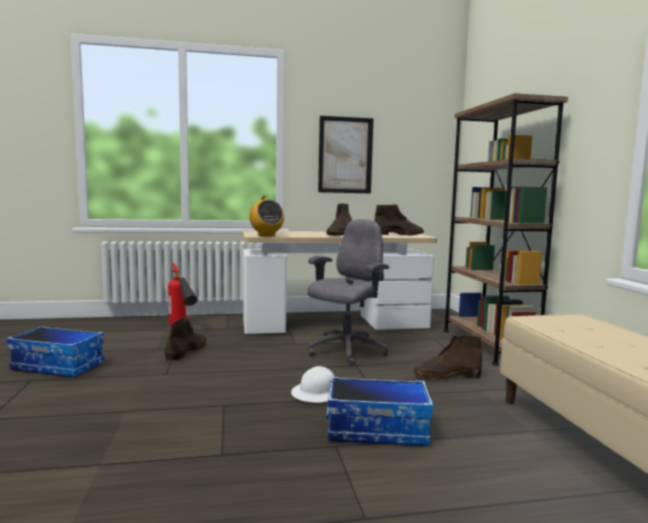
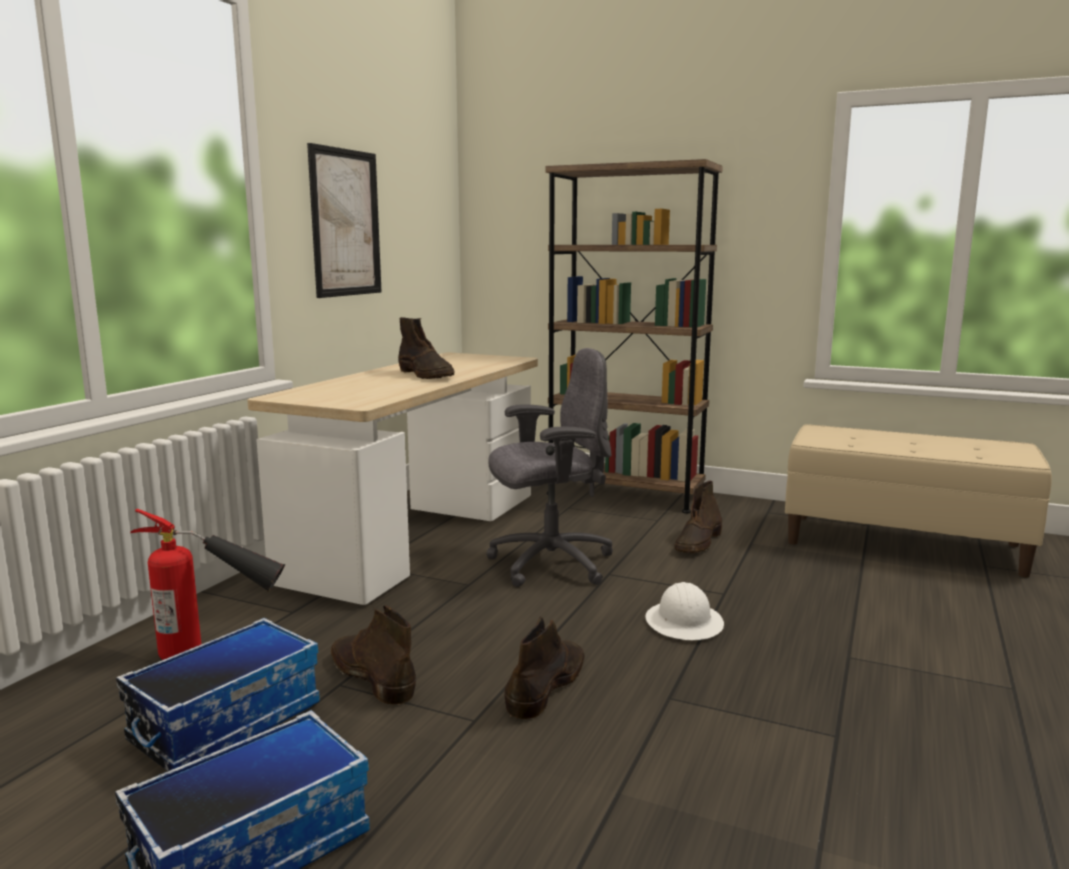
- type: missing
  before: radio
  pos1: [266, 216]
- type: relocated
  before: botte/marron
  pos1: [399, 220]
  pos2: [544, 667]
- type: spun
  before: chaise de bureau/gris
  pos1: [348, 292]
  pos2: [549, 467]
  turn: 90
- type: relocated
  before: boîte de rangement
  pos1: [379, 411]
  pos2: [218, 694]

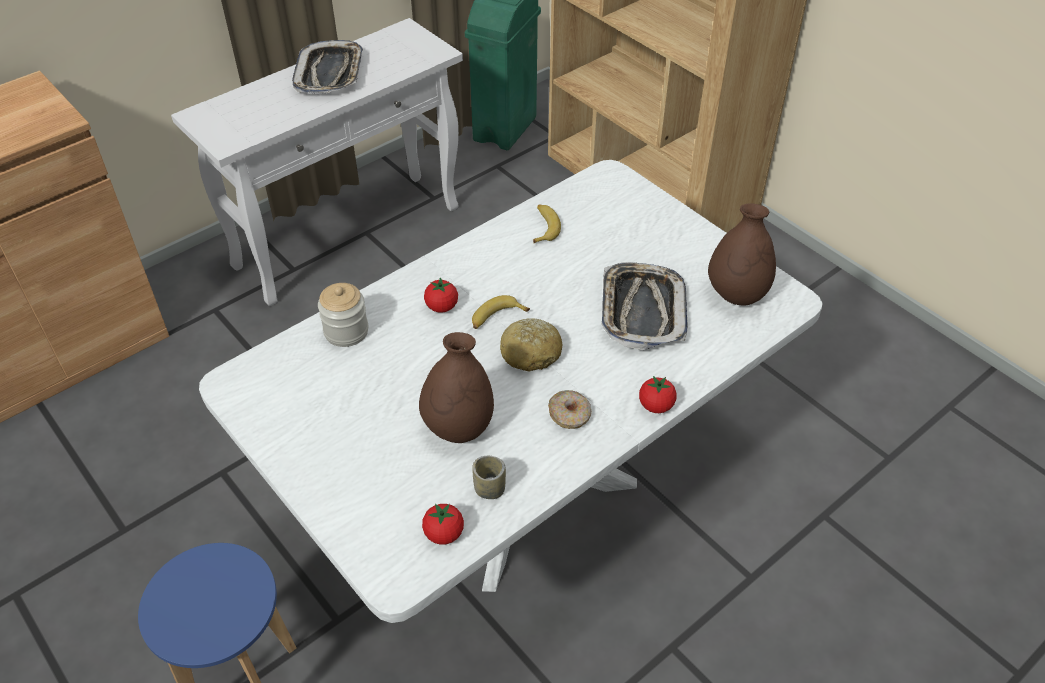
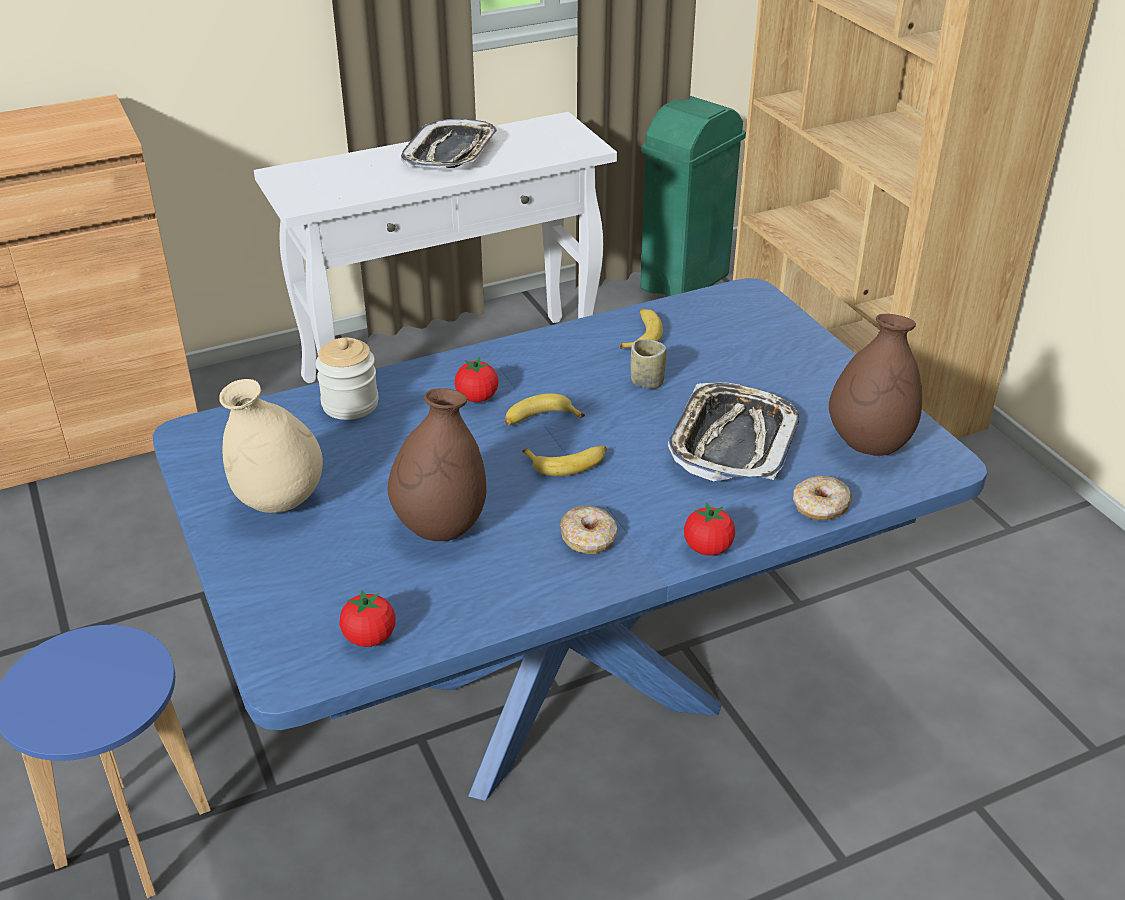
- type: colour
  before: table à manger/blanc
  after: table à manger/bleu
  pos1: [511, 391]
  pos2: [569, 539]
- type: exchanged
  before: pain
  after: banane
  pos1: [531, 345]
  pos2: [564, 460]
- type: relocated
  before: tasse
  pos1: [489, 477]
  pos2: [649, 364]
- type: appeared
  after: vase/beige
  pos2: [271, 446]
- type: appeared
  after: beignet
  pos2: [822, 498]

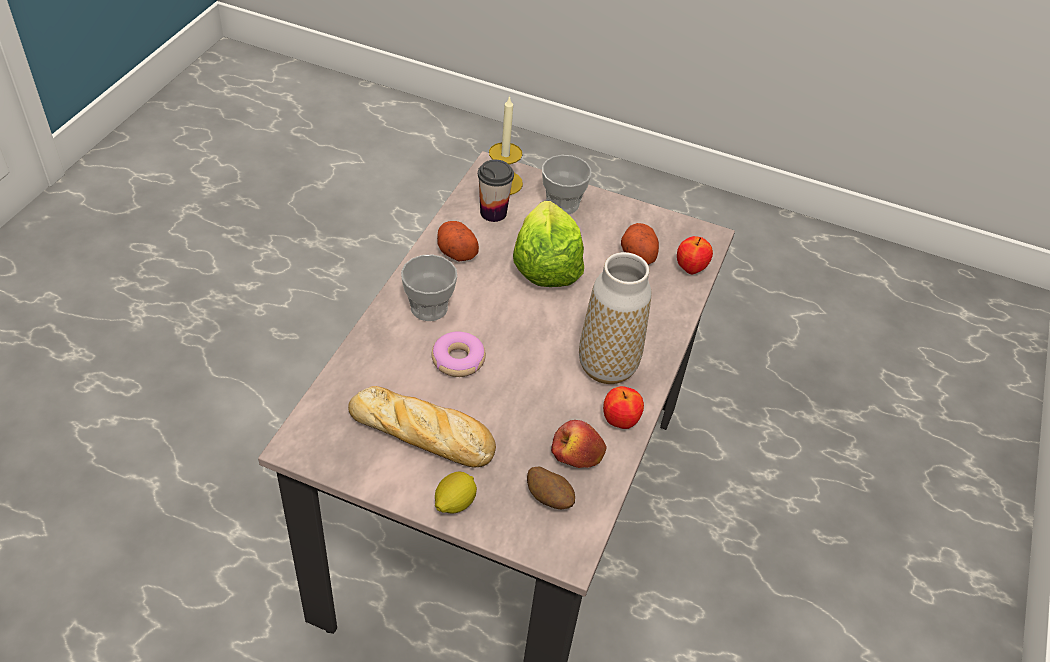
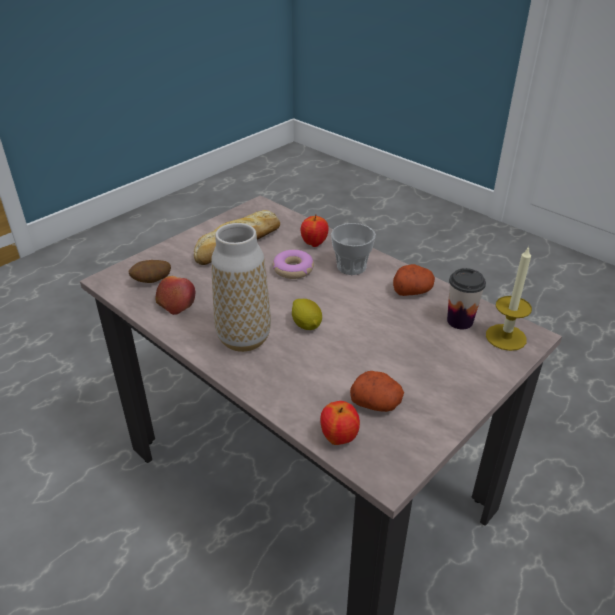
- type: missing
  before: tasse
  pos1: [567, 184]
- type: missing
  before: laitue
  pos1: [548, 244]
- type: relocated
  before: pomme
  pos1: [623, 407]
  pos2: [315, 230]
- type: relocated
  before: citron
  pos1: [456, 492]
  pos2: [307, 314]

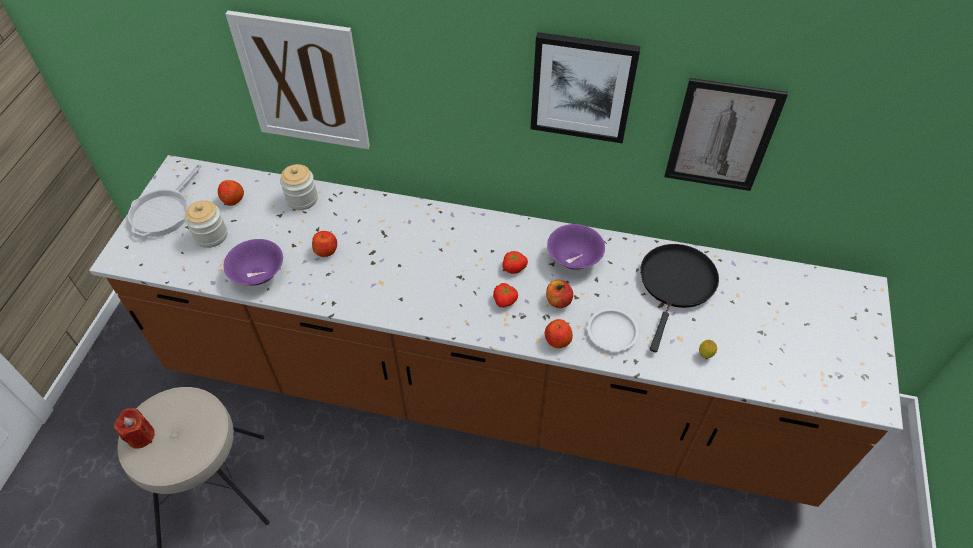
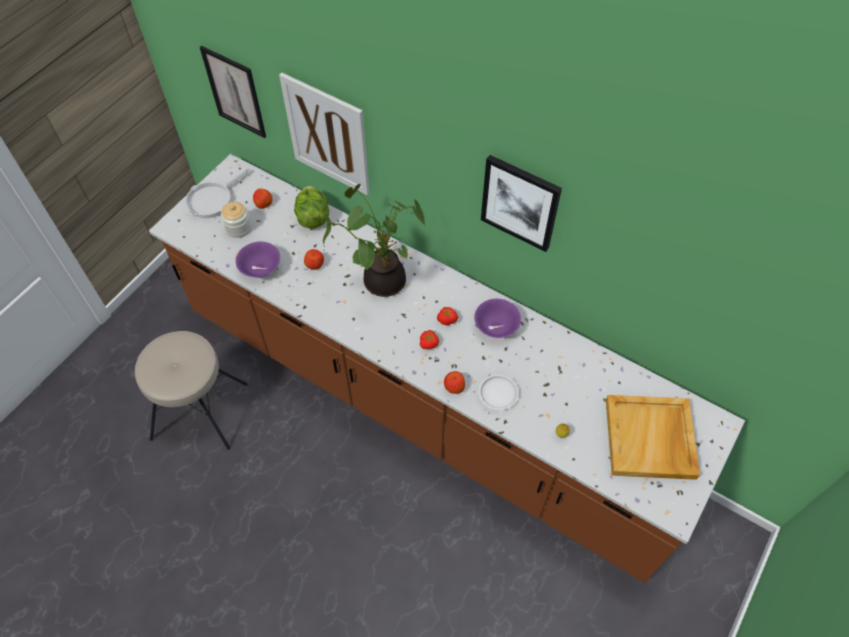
- type: relocated
  before: tableau
  pos1: [726, 134]
  pos2: [233, 92]
- type: exchanged
  before: bocal
  after: laitue
  pos1: [299, 187]
  pos2: [311, 207]
- type: missing
  before: poêle/noir
  pos1: [679, 298]
- type: missing
  before: pomme
  pos1: [559, 294]
- type: missing
  before: bougie/rouge
  pos1: [134, 428]
- type: appeared
  after: plante en pot
  pos2: [374, 240]
- type: appeared
  after: plateau/beige
  pos2: [653, 437]

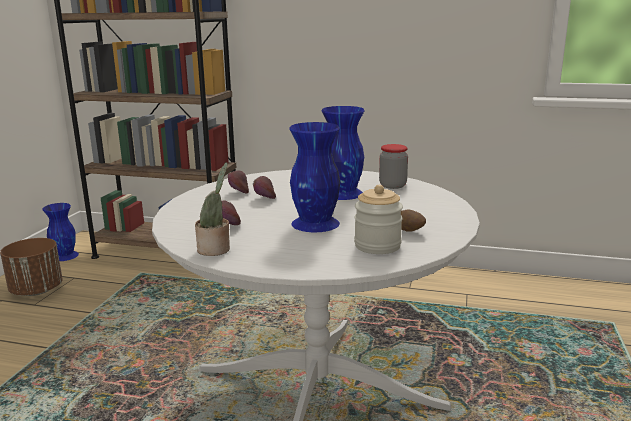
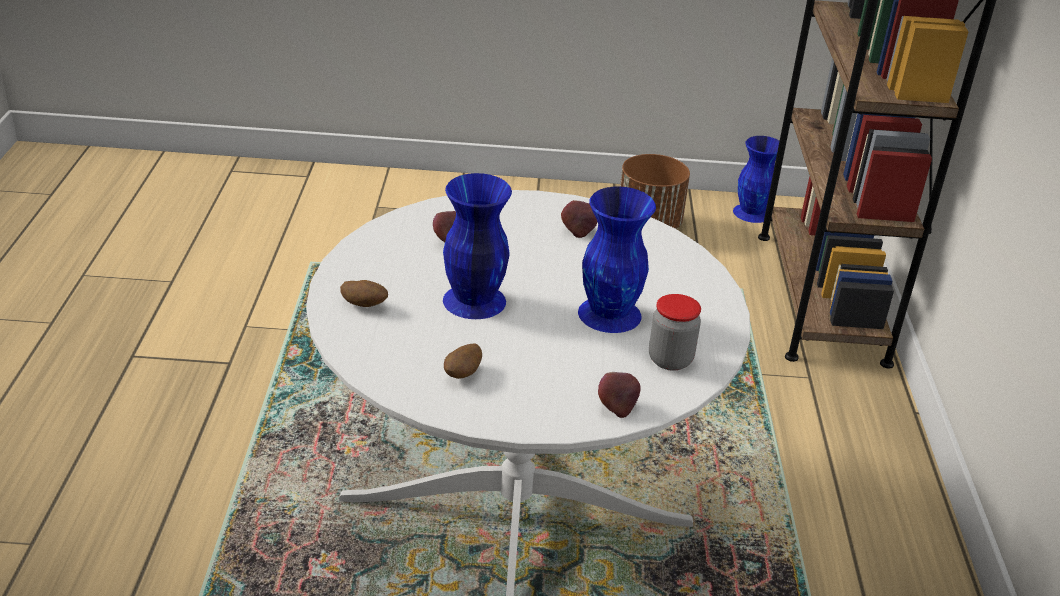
- type: missing
  before: plante en pot
  pos1: [212, 209]
- type: relocated
  before: pomme
  pos1: [264, 187]
  pos2: [619, 395]
- type: missing
  before: bocal
  pos1: [378, 219]
- type: appeared
  after: pomme de terre
  pos2: [364, 293]

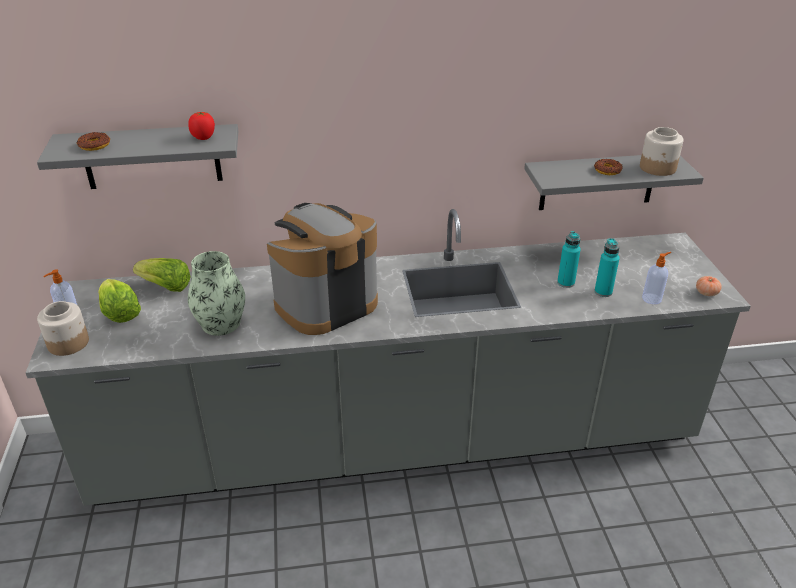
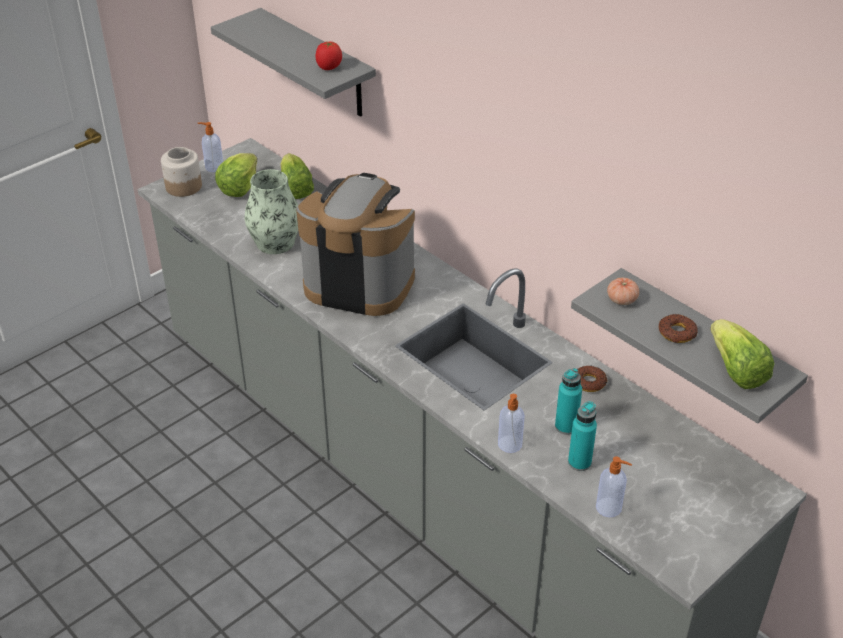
- type: exchanged
  before: bocal
  after: laitue
  pos1: [661, 151]
  pos2: [742, 354]
- type: relocated
  before: beignet
  pos1: [93, 141]
  pos2: [592, 379]
- type: relocated
  before: tomate
  pos1: [709, 286]
  pos2: [623, 291]
- type: appeared
  after: distributeur de savon
  pos2: [511, 423]

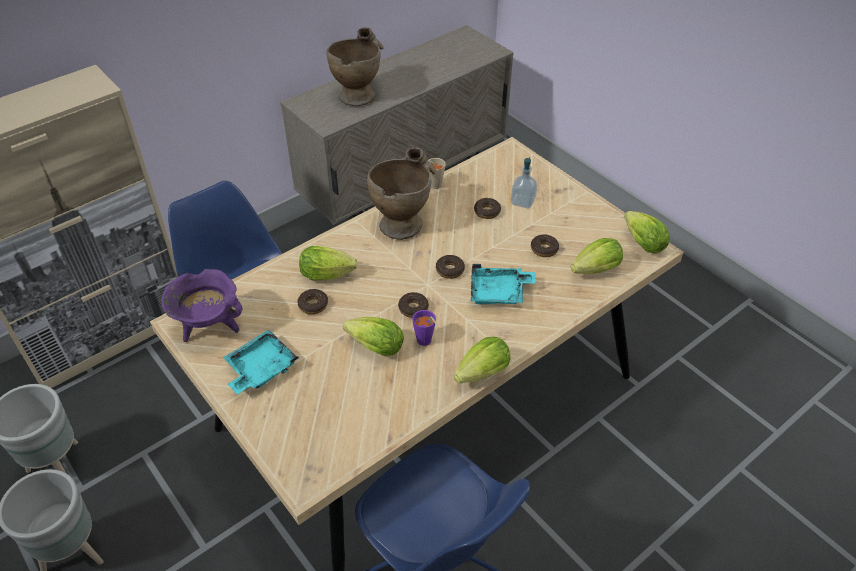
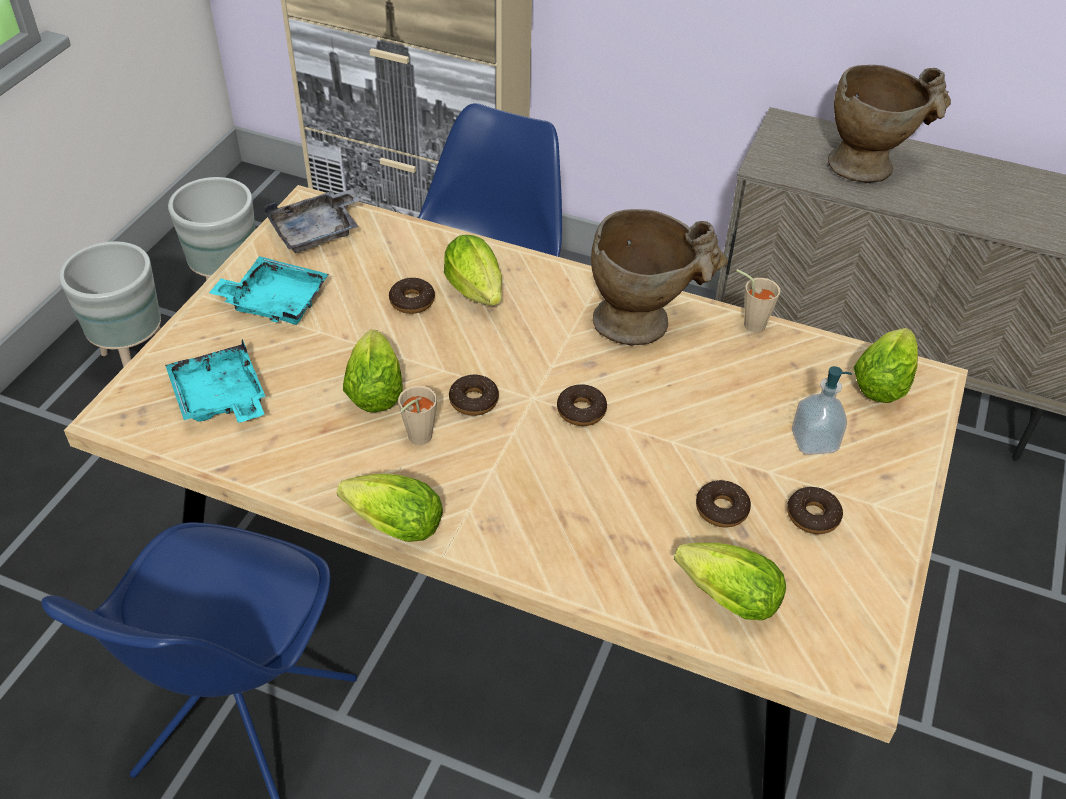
- type: relocated
  before: beignet
  pos1: [487, 208]
  pos2: [815, 510]
- type: relocated
  before: laitue
  pos1: [647, 232]
  pos2: [886, 365]
- type: relocated
  before: plateau/turquoise
  pos1: [503, 284]
  pos2: [215, 381]
- type: exchanged
  before: marmite/violet
  after: plateau/gris
  pos1: [202, 305]
  pos2: [312, 221]
- type: colour
  before: tasse/violet
  after: tasse/beige
  pos1: [424, 328]
  pos2: [417, 415]

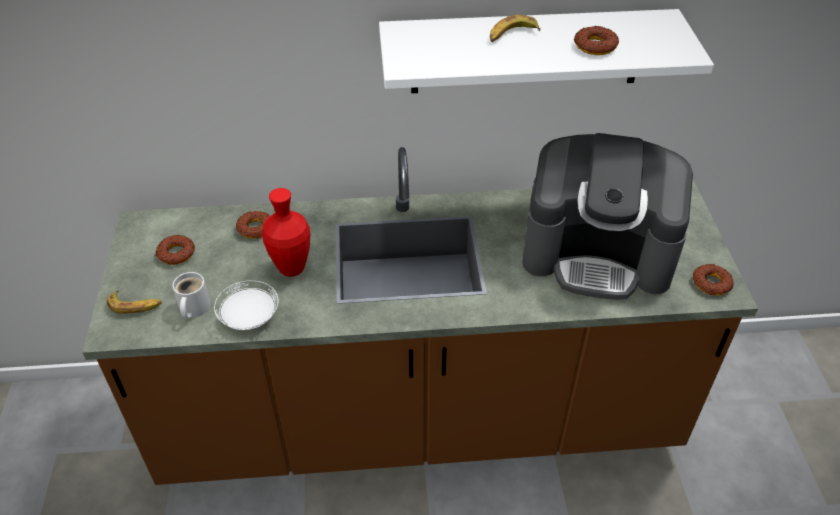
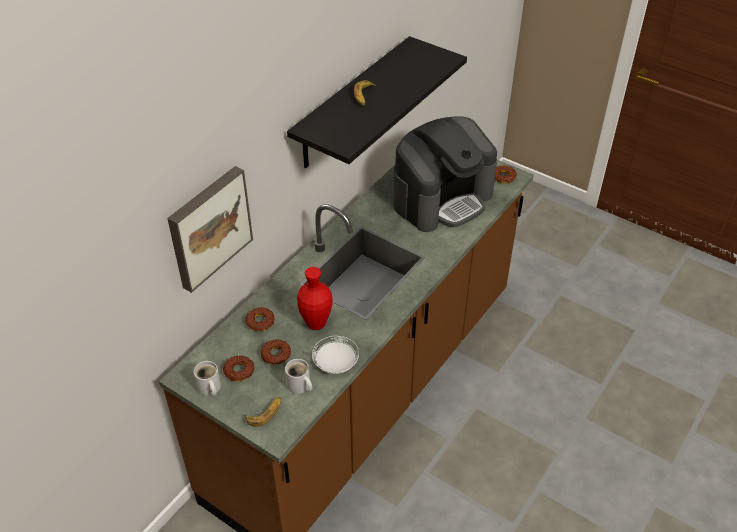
- type: colour
  before: étagère/blanc
  after: étagère/noir
  pos1: [546, 51]
  pos2: [377, 102]
- type: relocated
  before: beignet
  pos1: [596, 40]
  pos2: [275, 352]
- type: appeared
  after: tableau
  pos2: [210, 229]
- type: appeared
  after: mug/blanc
  pos2: [207, 378]

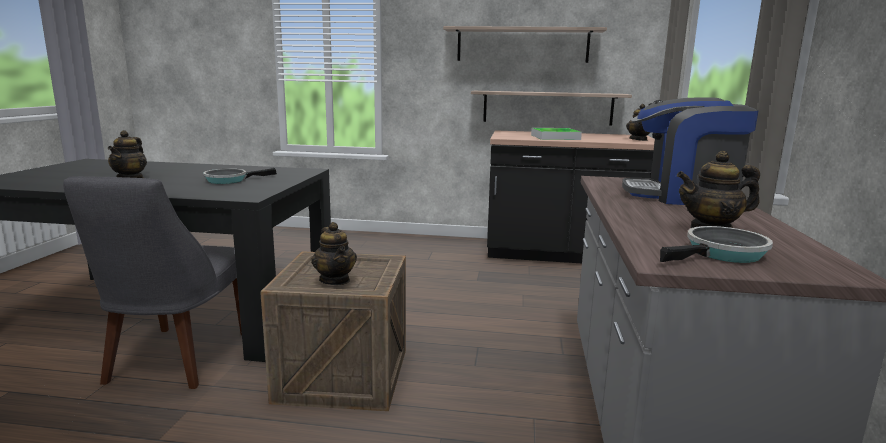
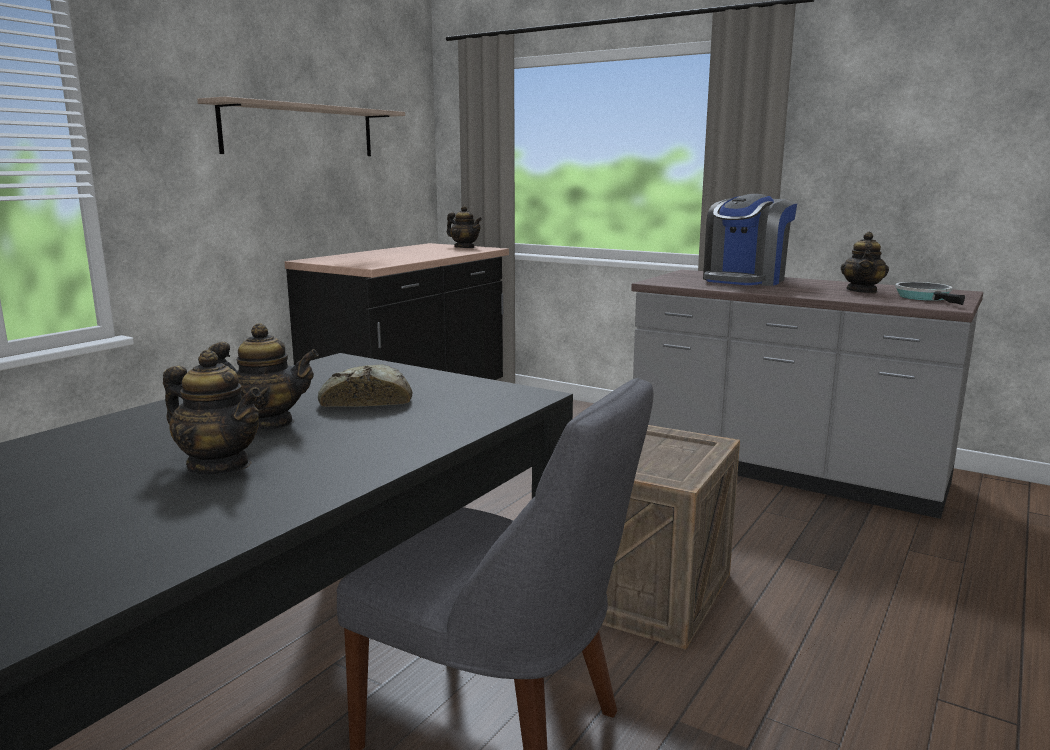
- type: missing
  before: étagère
  pos1: [551, 108]
- type: missing
  before: plateau
  pos1: [556, 134]
- type: exchanged
  before: poêle
  after: pain
  pos1: [240, 176]
  pos2: [365, 385]
- type: relocated
  before: théière
  pos1: [334, 253]
  pos2: [263, 376]

